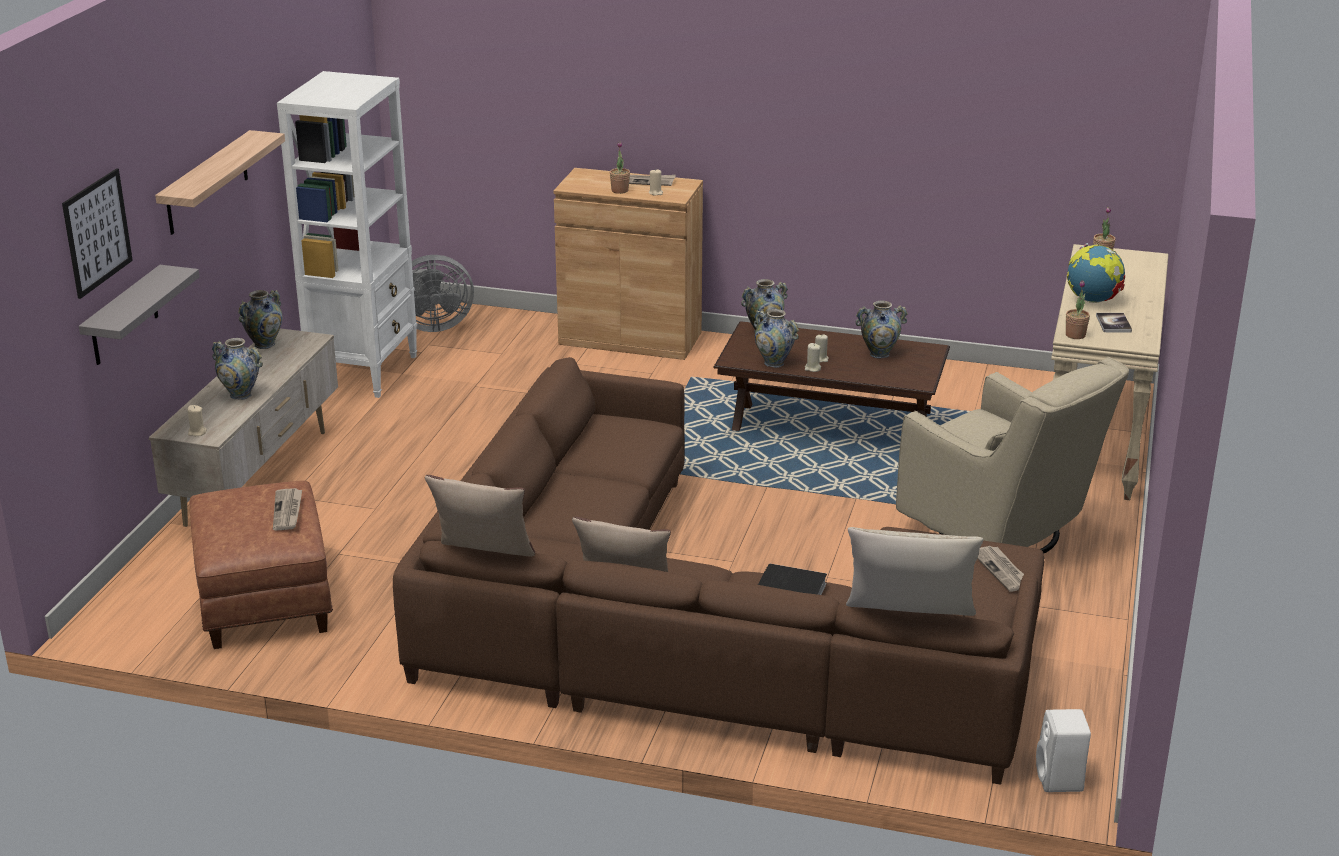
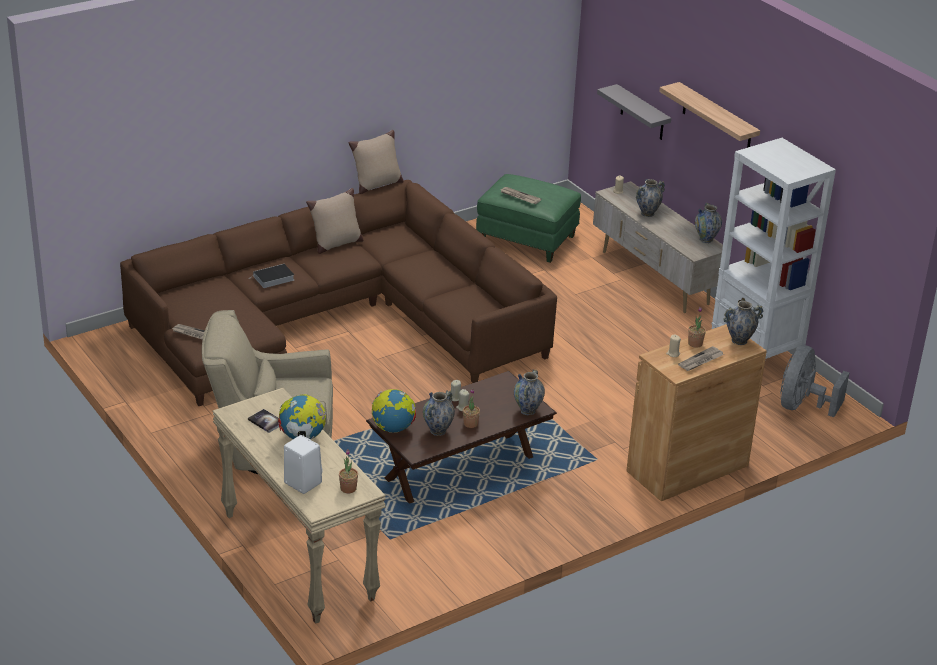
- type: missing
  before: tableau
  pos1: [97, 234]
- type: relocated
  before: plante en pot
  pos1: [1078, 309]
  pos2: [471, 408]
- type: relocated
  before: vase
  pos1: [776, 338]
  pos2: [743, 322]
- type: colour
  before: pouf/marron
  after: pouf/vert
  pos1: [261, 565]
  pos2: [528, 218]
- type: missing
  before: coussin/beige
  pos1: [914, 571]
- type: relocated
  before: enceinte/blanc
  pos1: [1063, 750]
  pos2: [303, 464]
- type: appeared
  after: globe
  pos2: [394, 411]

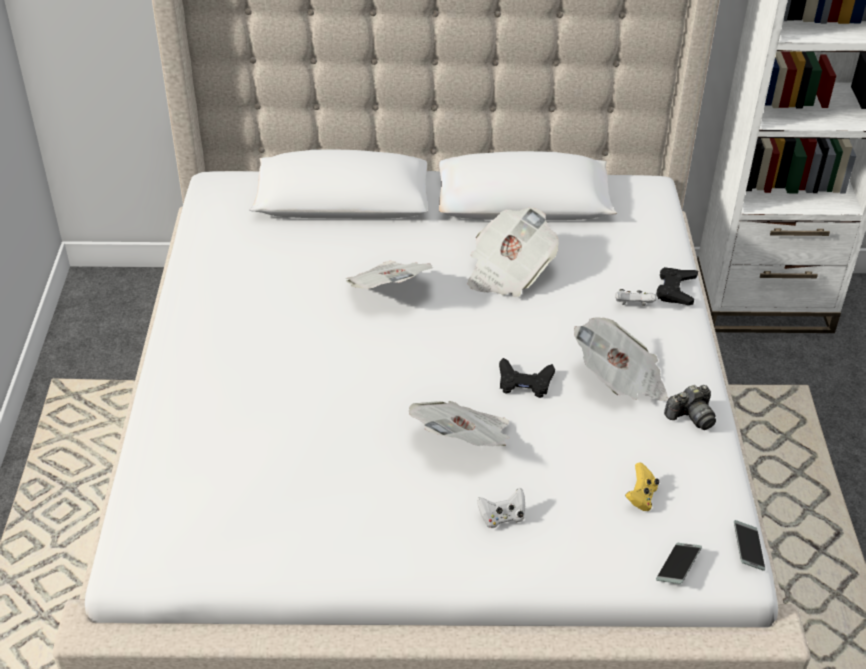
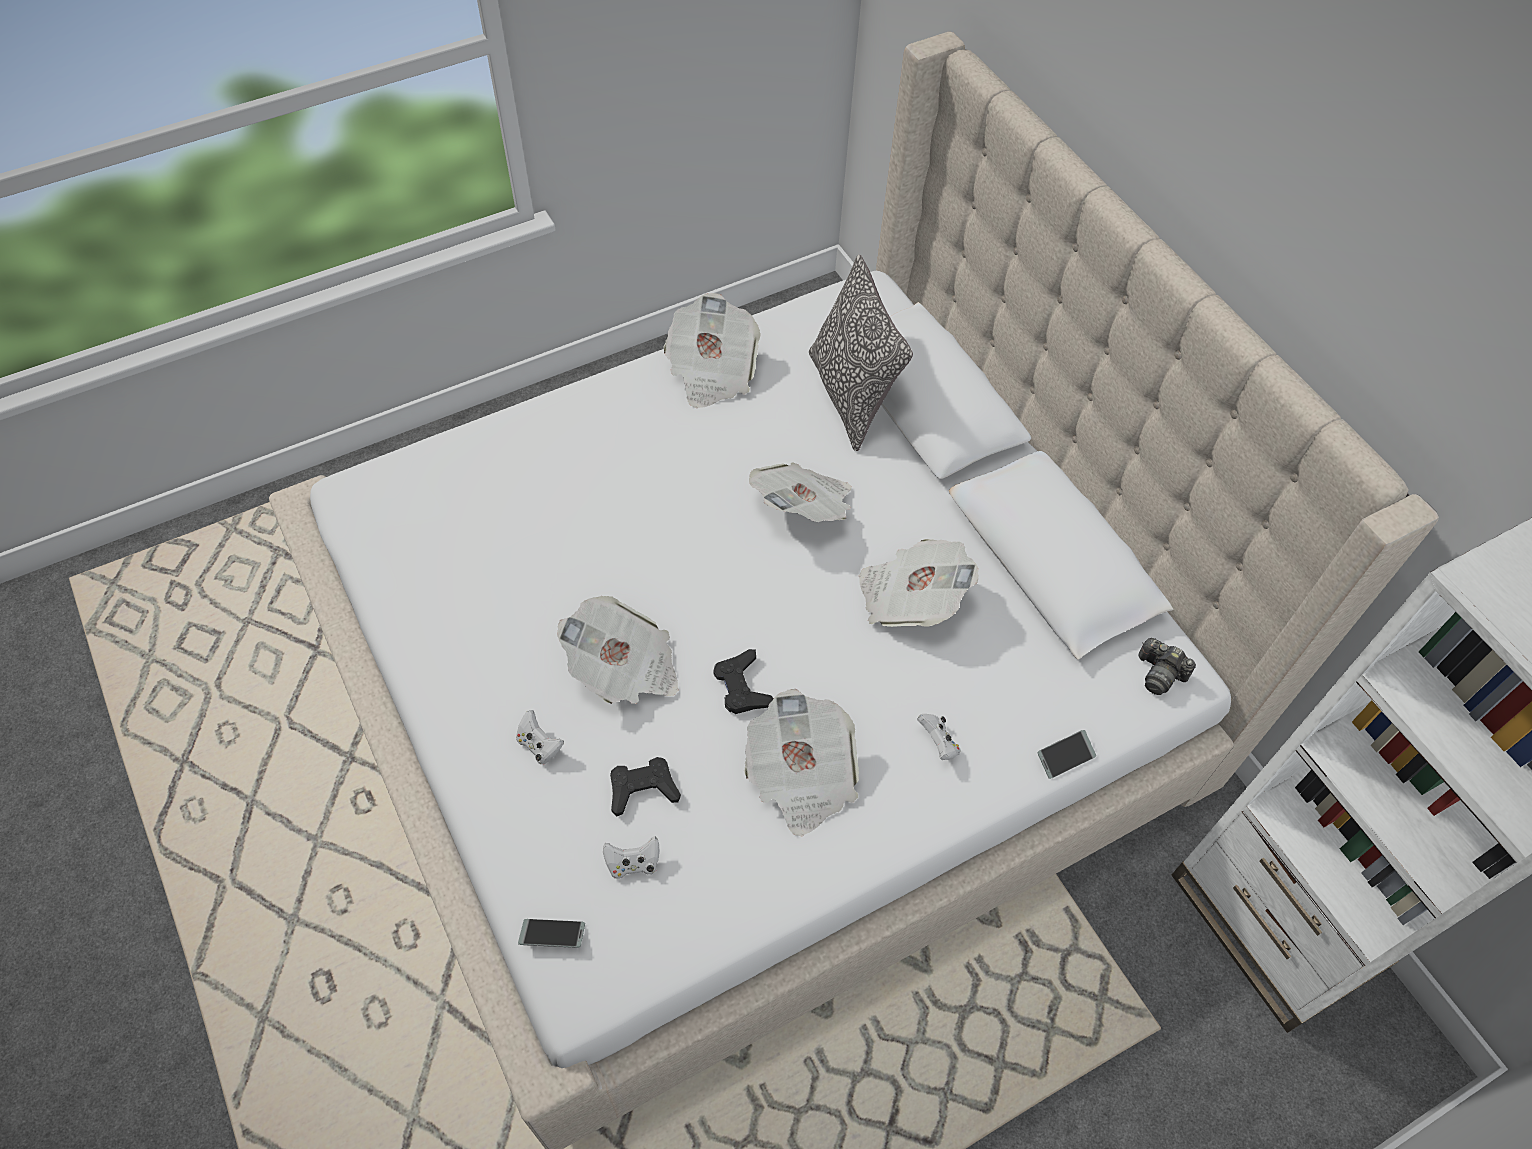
- type: relocated
  before: manette/noir
  pos1: [677, 286]
  pos2: [645, 786]
- type: relocated
  before: appareil photo
  pos1: [690, 407]
  pos2: [1167, 666]
- type: colour
  before: manette/jaune
  after: manette/blanc
  pos1: [642, 486]
  pos2: [631, 857]
- type: relocated
  before: téléphone
  pos1: [749, 545]
  pos2: [1066, 754]
- type: appeared
  after: coussin
  pos2: [861, 352]
- type: appeared
  after: journal
  pos2: [712, 350]

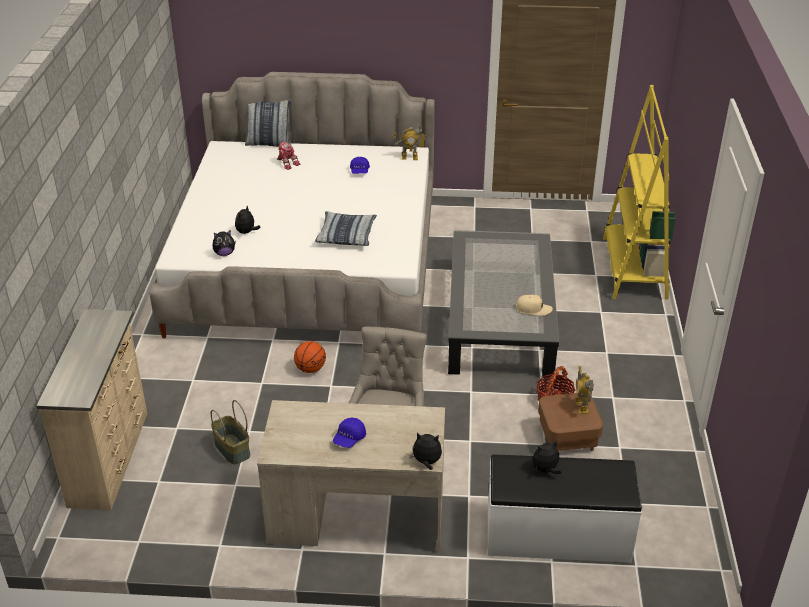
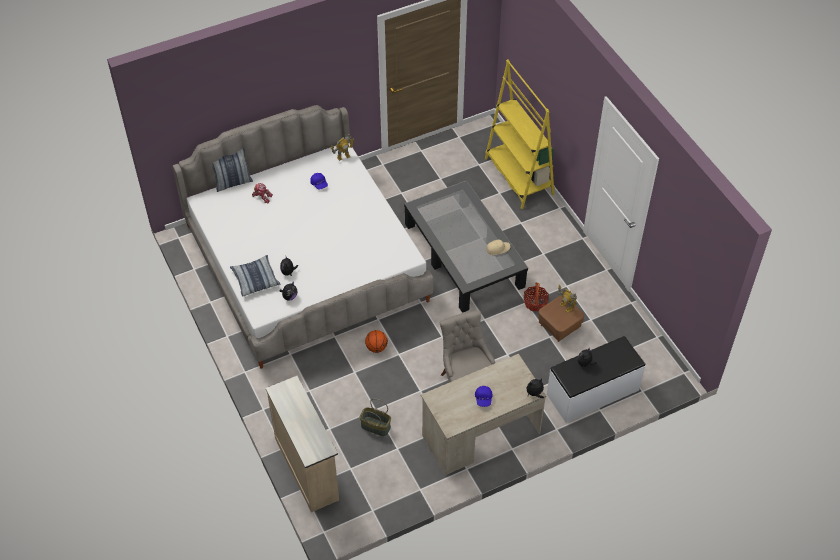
- type: relocated
  before: coussin
  pos1: [346, 228]
  pos2: [255, 276]

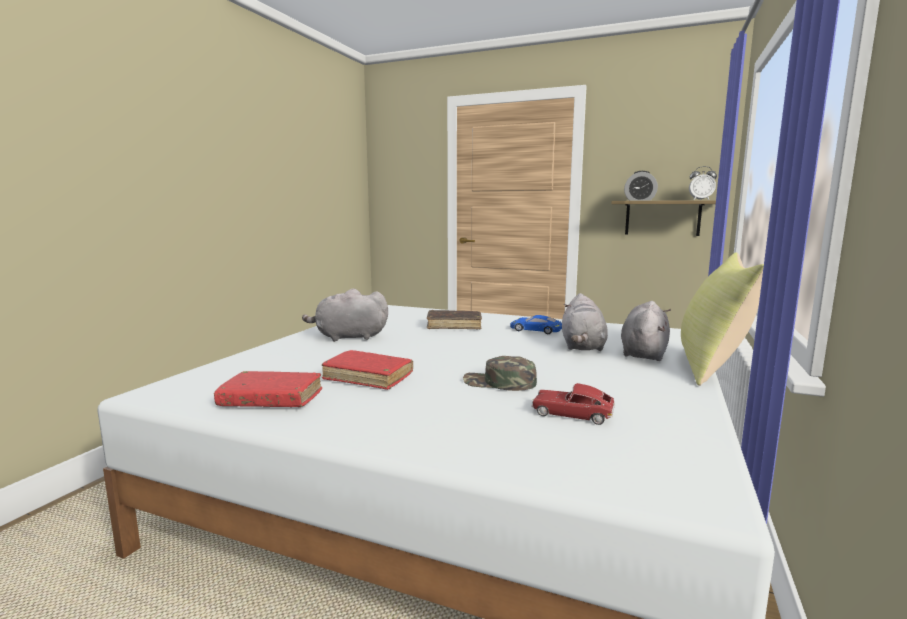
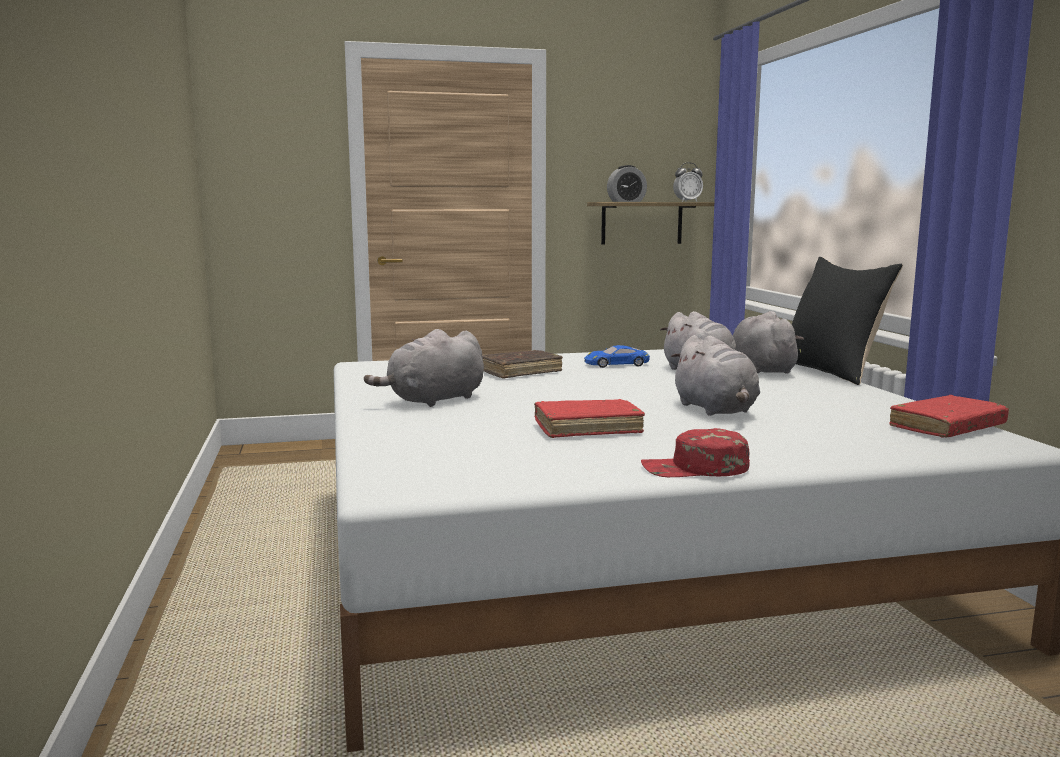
- type: colour
  before: coussin/jaune
  after: coussin/noir
  pos1: [722, 319]
  pos2: [847, 321]
- type: exchanged
  before: casquette/vert
  after: peluche/gris
  pos1: [500, 373]
  pos2: [715, 375]
- type: relocated
  before: livre/rouge
  pos1: [268, 389]
  pos2: [949, 416]
- type: missing
  before: petite voiture
  pos1: [573, 404]
- type: appeared
  after: casquette/rouge
  pos2: [695, 452]

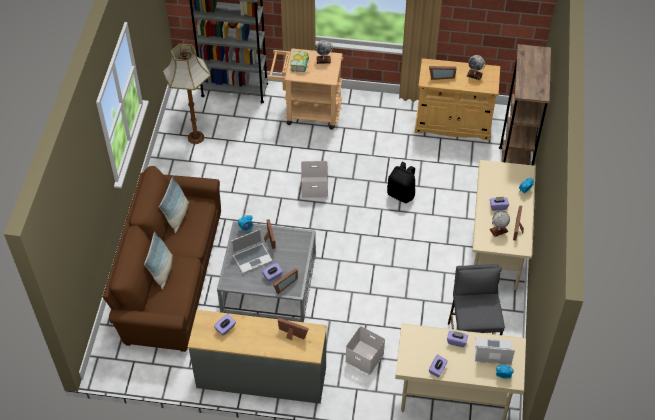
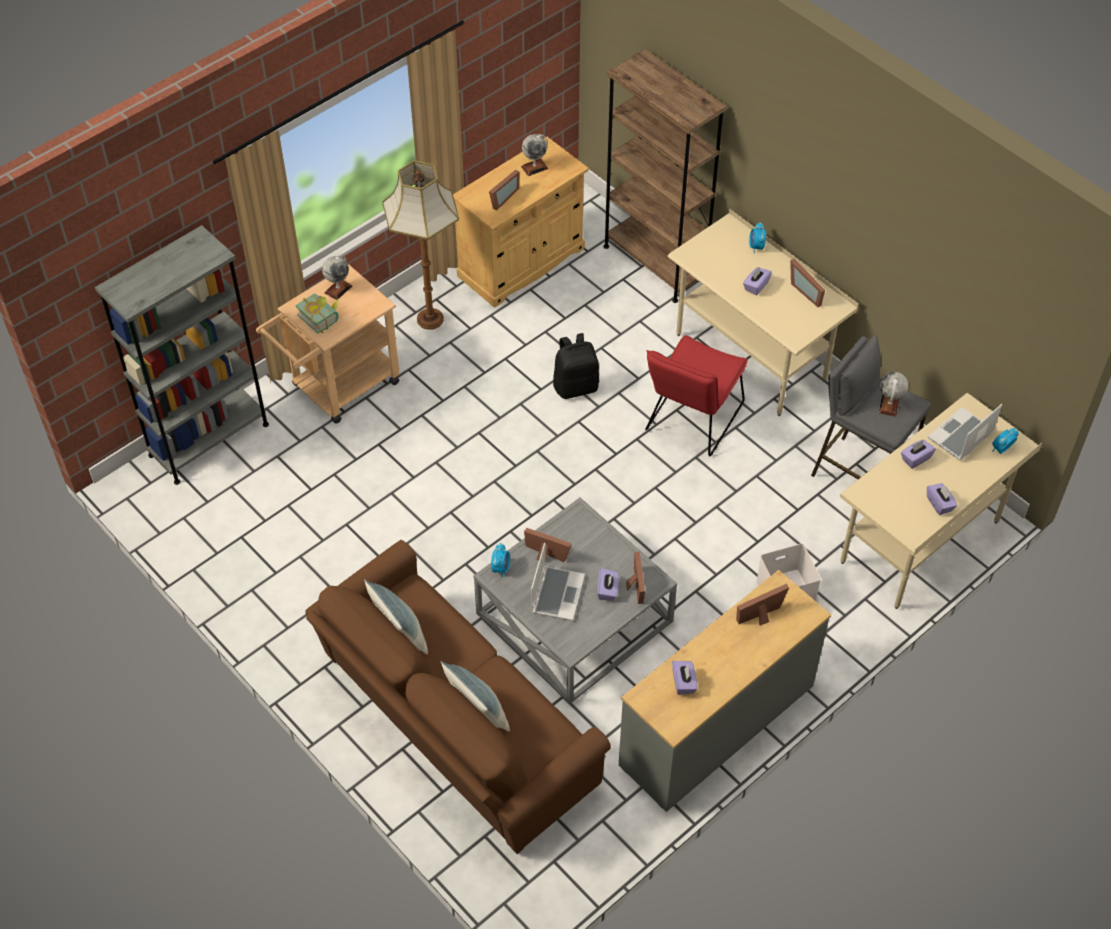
- type: relocated
  before: lampadaire
  pos1: [186, 94]
  pos2: [420, 245]
- type: missing
  before: boîte de rangement/blanc
  pos1: [314, 179]
- type: relocated
  before: globe
  pos1: [499, 223]
  pos2: [893, 394]
- type: appeared
  after: chaise/rouge
  pos2: [696, 395]

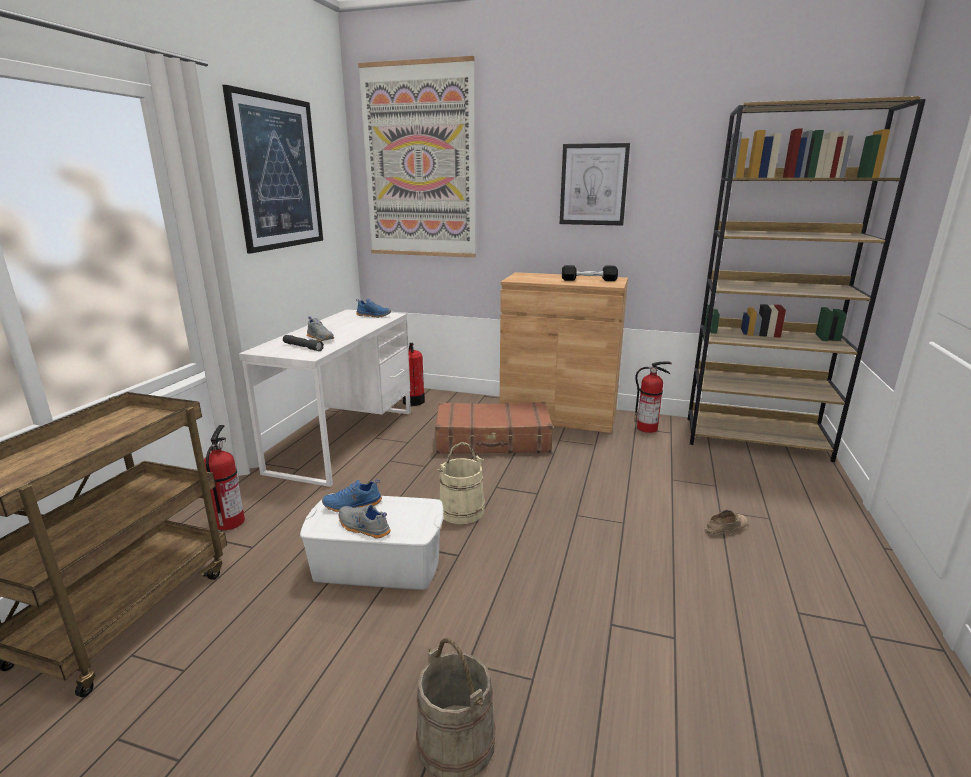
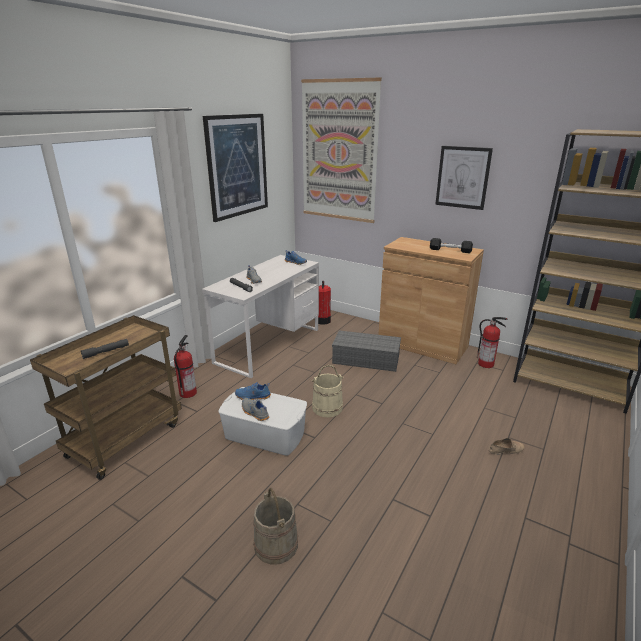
- type: exchanged
  before: valise/marron
  after: boîte de rangement/gris
  pos1: [494, 428]
  pos2: [366, 351]
- type: appeared
  after: lampe de poche/gris
  pos2: [105, 349]

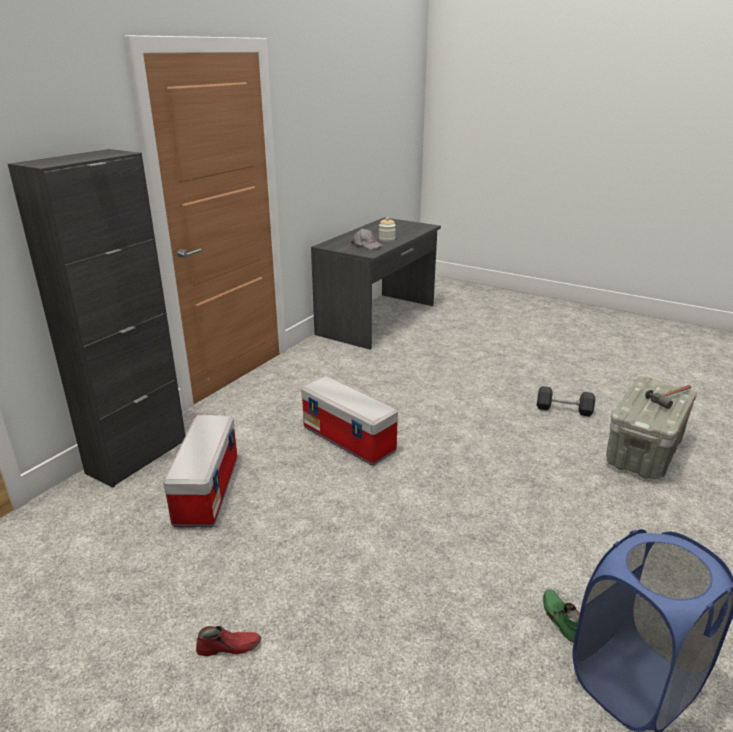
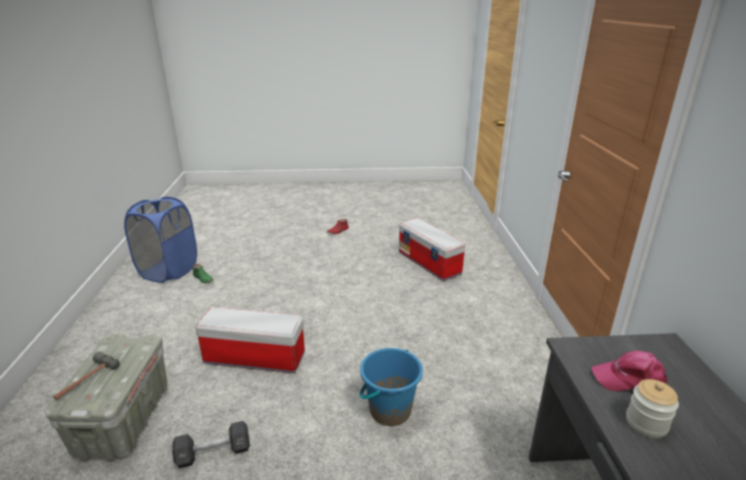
- type: missing
  before: meuble de rangement/noir
  pos1: [96, 318]
- type: colour
  before: casquette/gris
  after: casquette/rose
  pos1: [366, 239]
  pos2: [629, 371]
- type: relocated
  before: boîte de rangement
  pos1: [349, 421]
  pos2: [250, 340]
- type: appeared
  after: seau/bleu
  pos2: [391, 387]

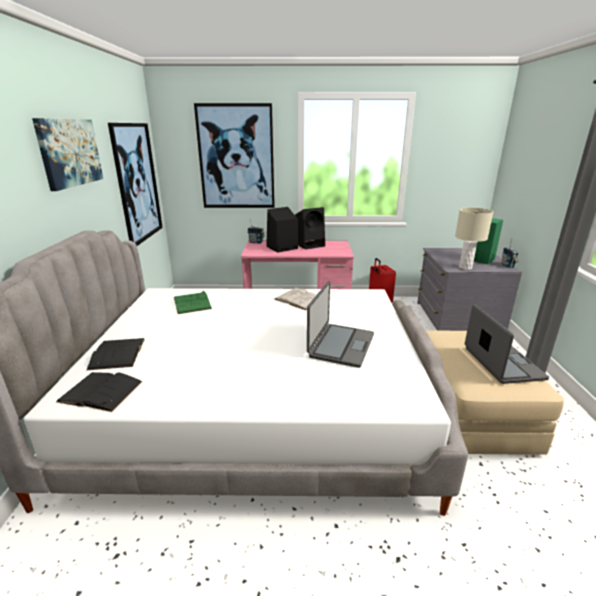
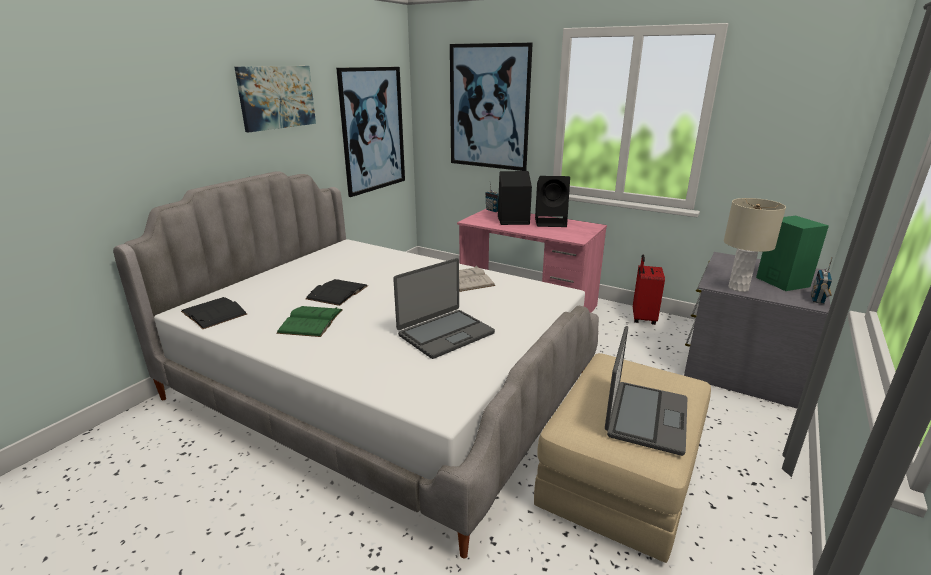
- type: relocated
  before: livre/vert
  pos1: [193, 302]
  pos2: [309, 321]
- type: relocated
  before: livre/noir
  pos1: [116, 354]
  pos2: [336, 292]

